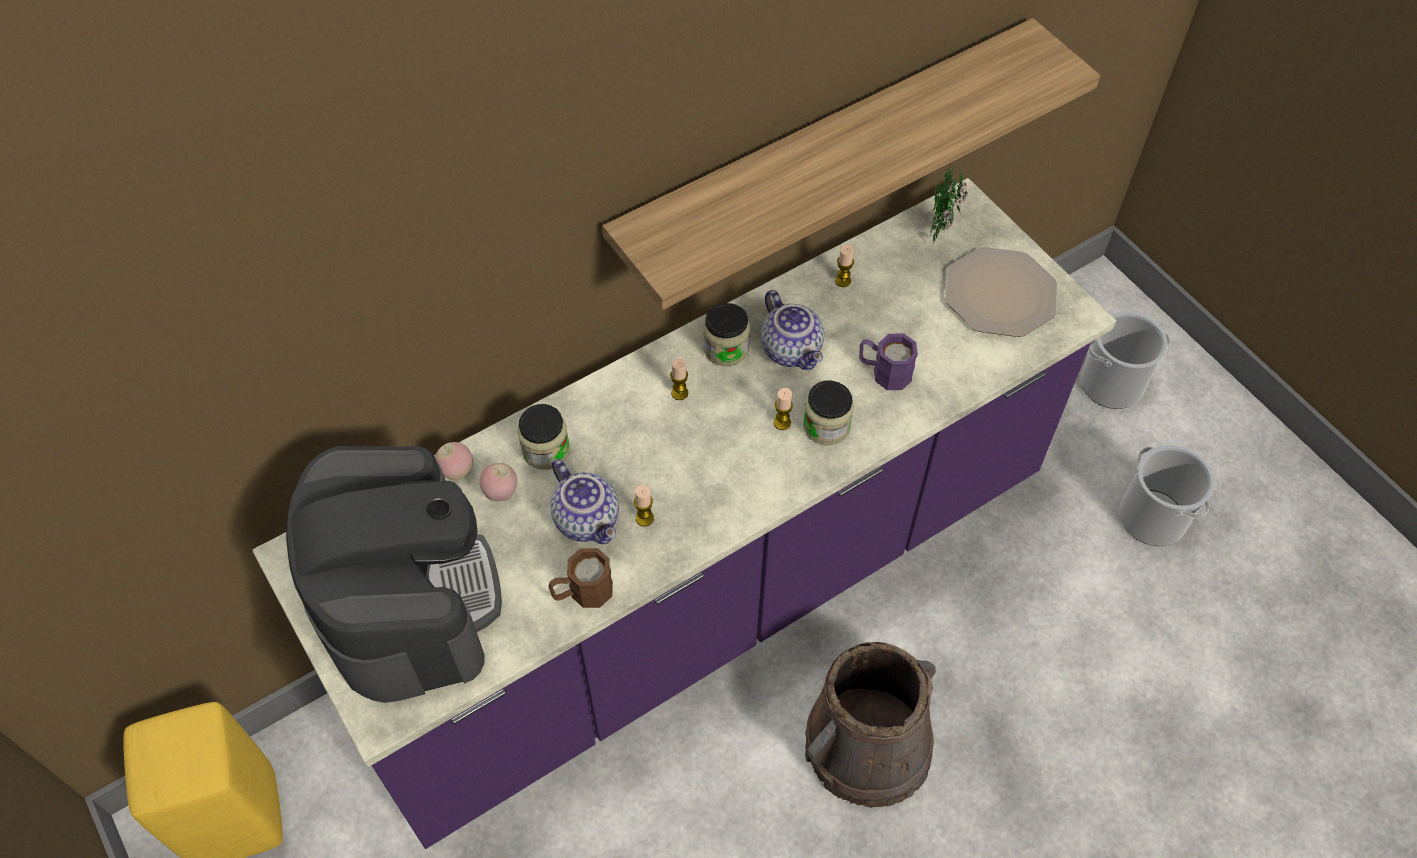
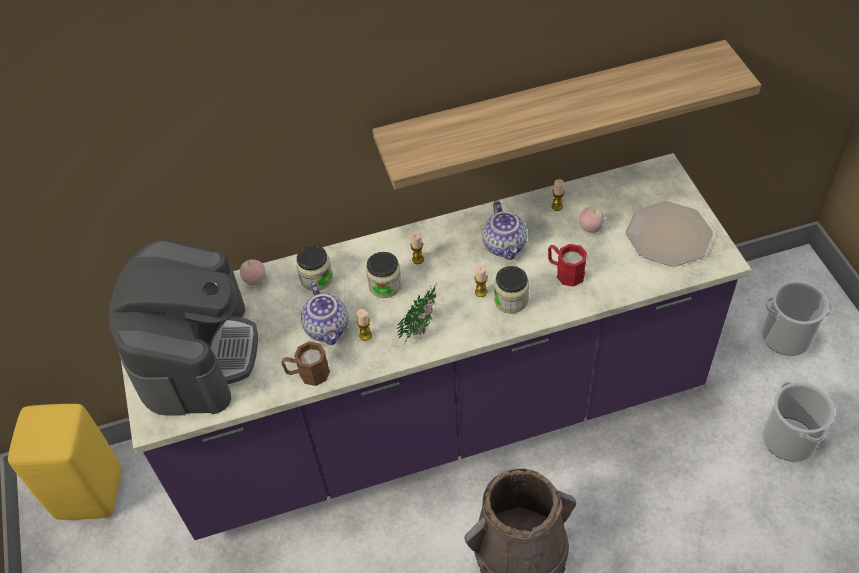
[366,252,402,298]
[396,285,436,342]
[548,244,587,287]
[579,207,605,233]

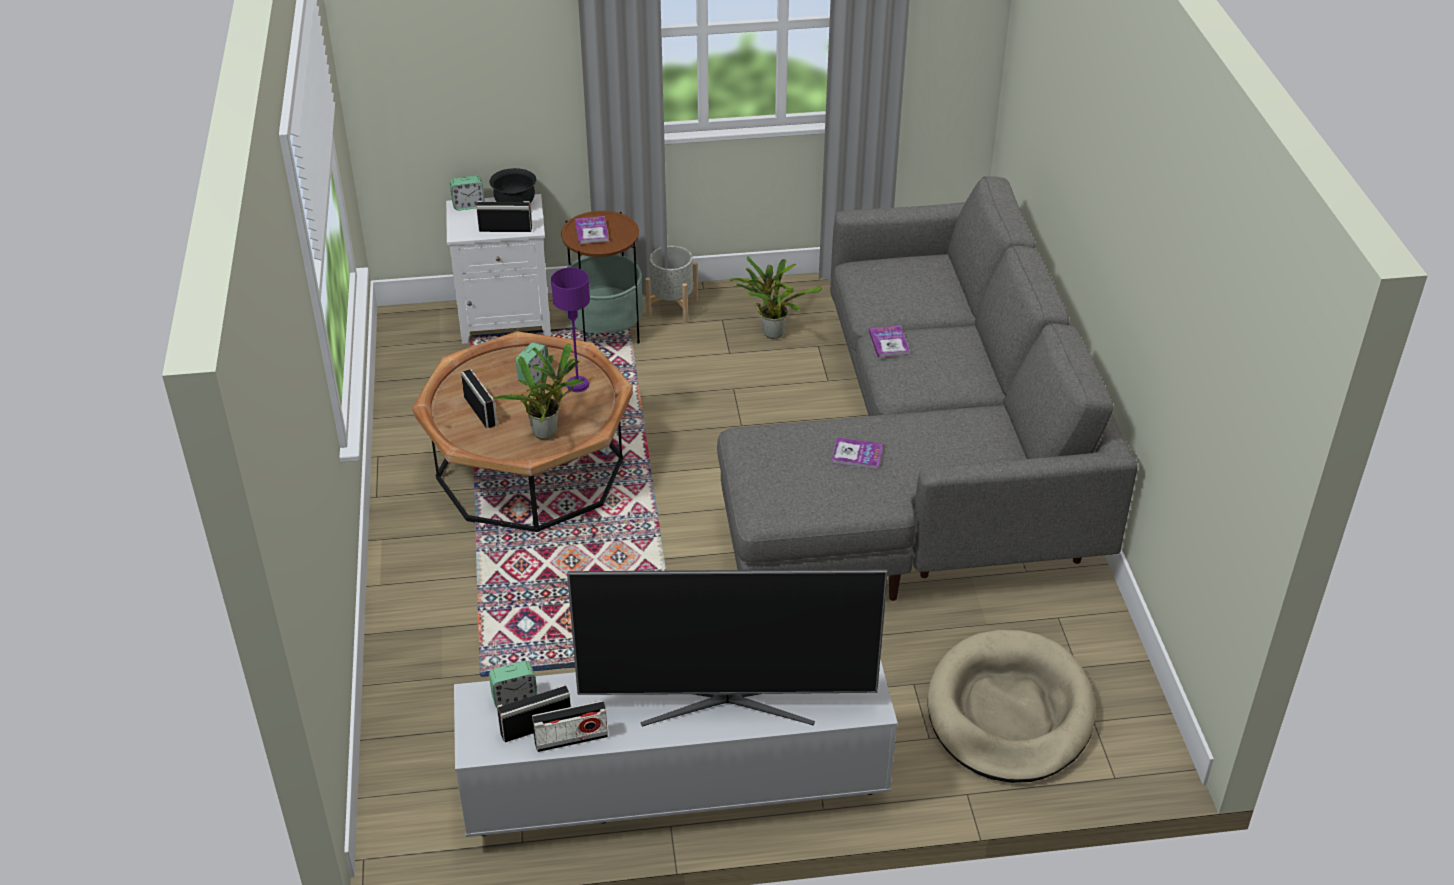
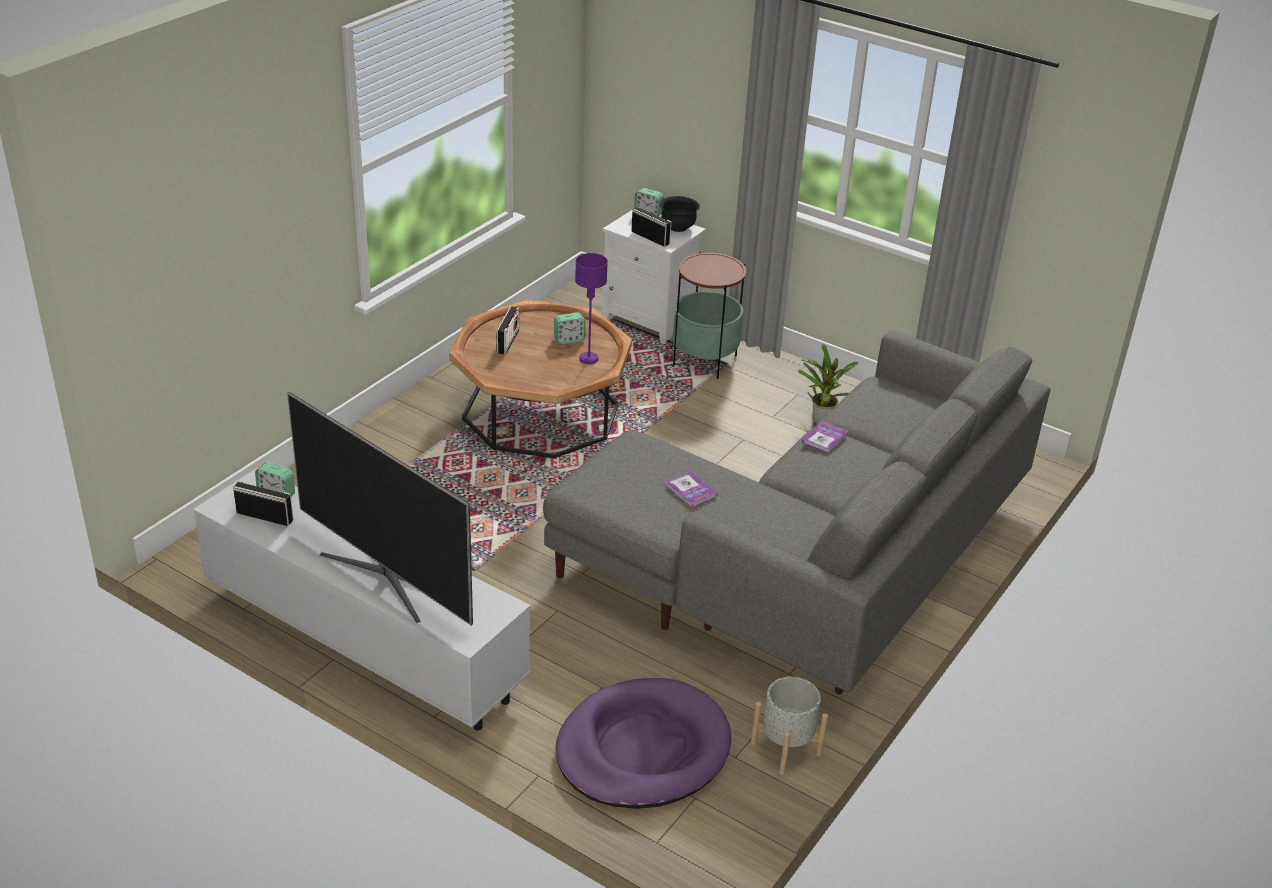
[555,678,731,809]
[751,677,828,775]
[493,344,584,440] (first image)
[532,700,608,752] (first image)
[575,216,609,244] (first image)

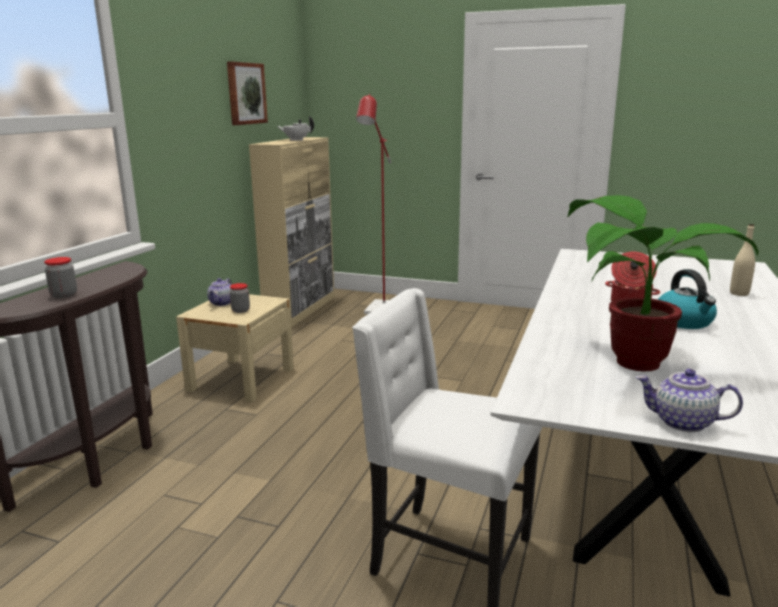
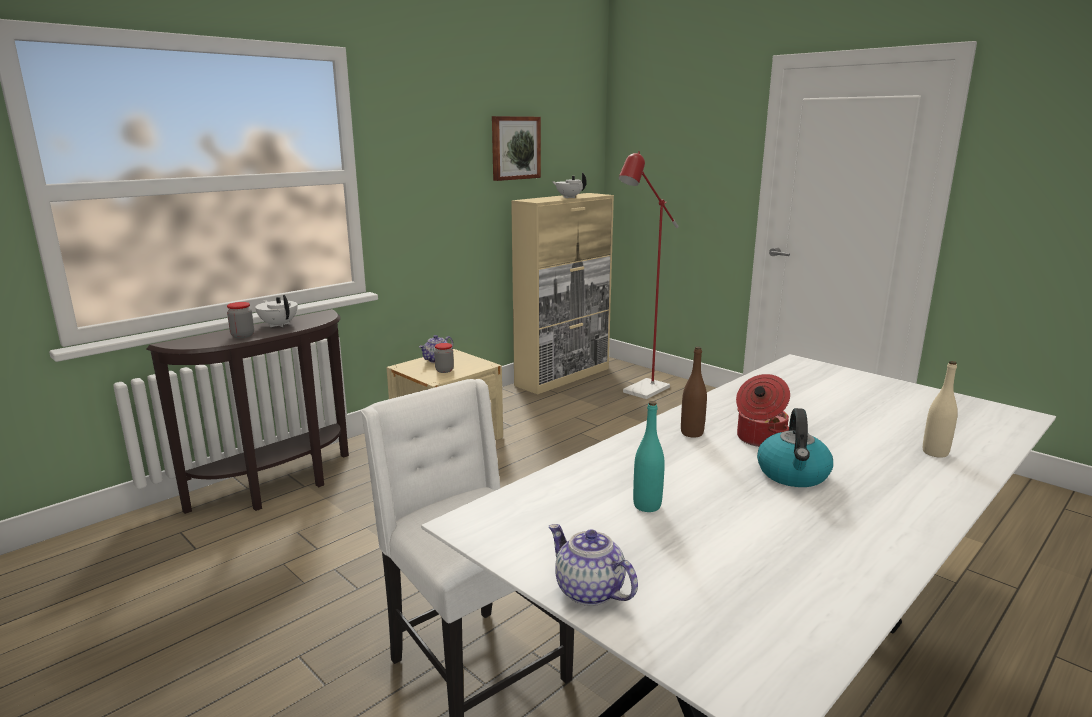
[255,295,298,327]
[633,401,665,512]
[681,346,707,438]

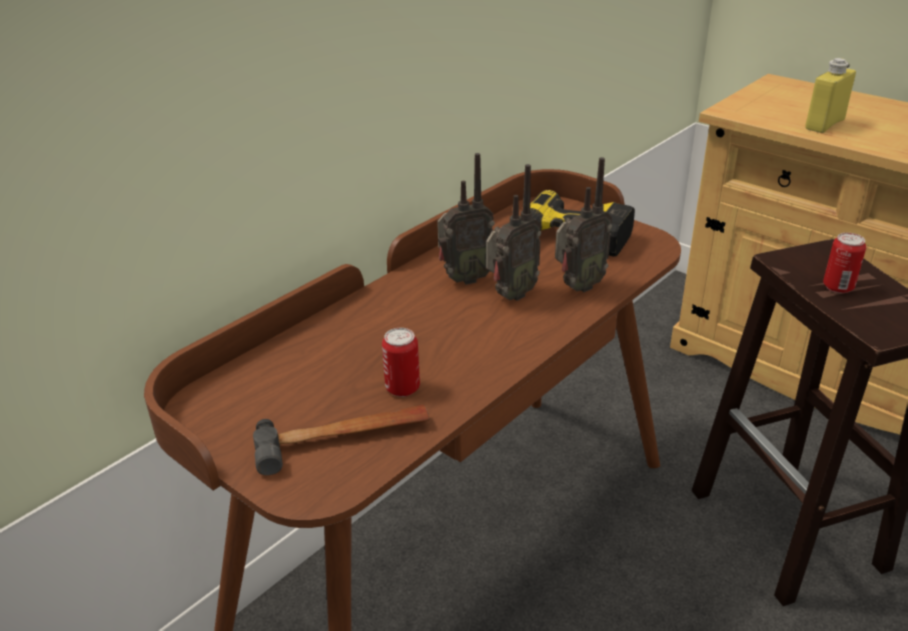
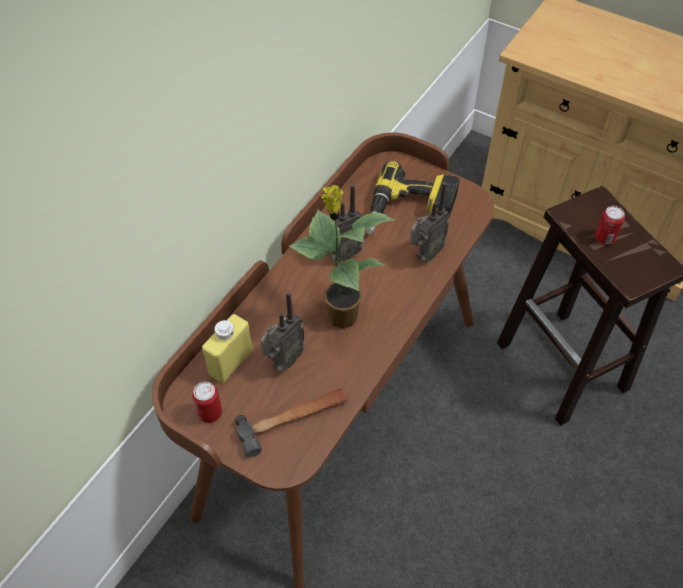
[192,382,222,423]
[202,314,253,384]
[261,291,305,372]
[289,185,395,329]

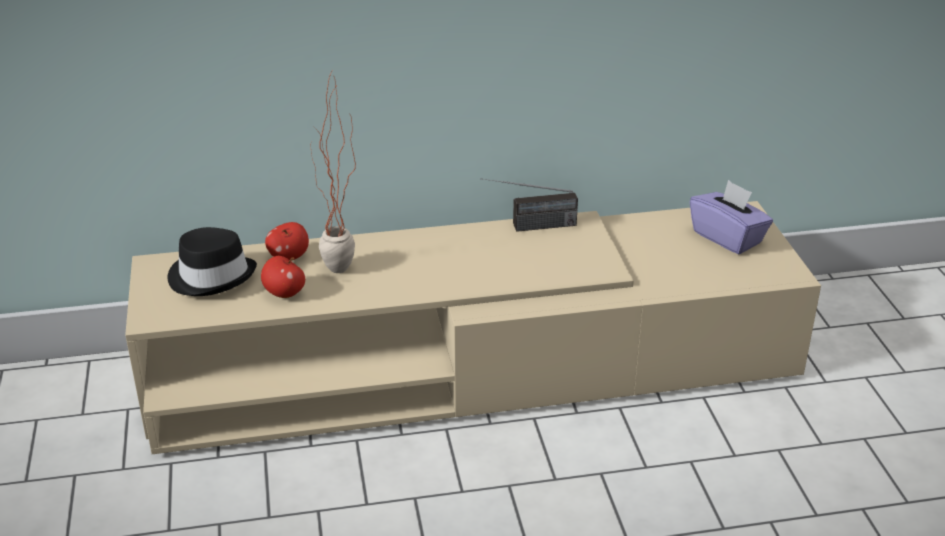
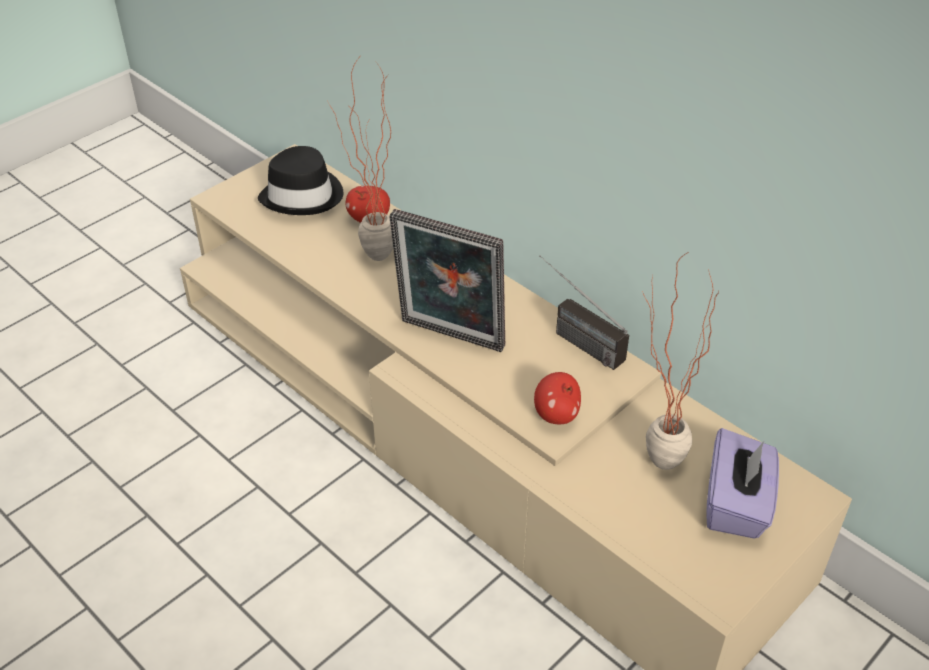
[389,209,505,352]
[534,372,581,424]
[642,252,719,470]

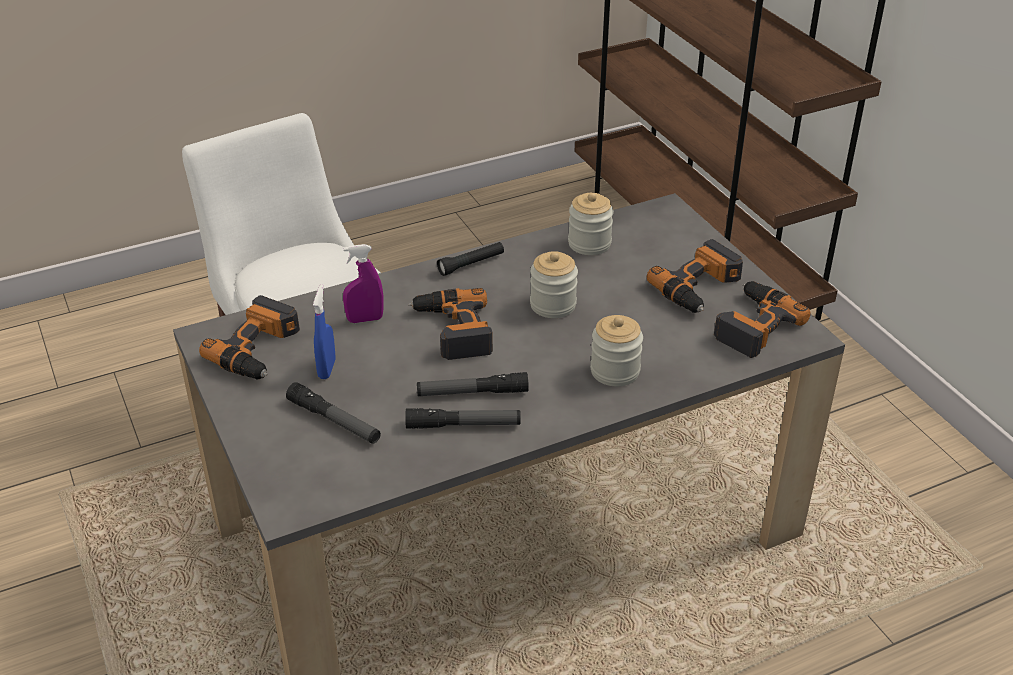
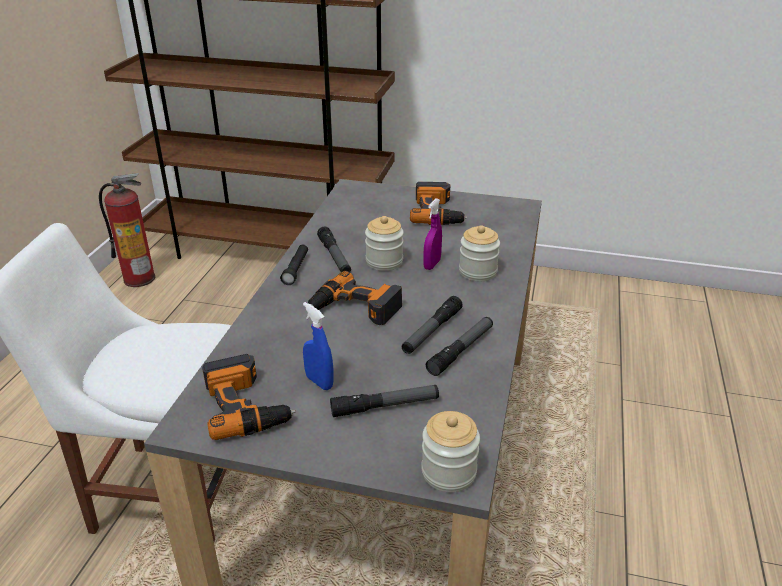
[99,173,155,287]
[317,227,351,272]
[421,411,480,492]
[423,198,442,270]
[714,281,811,358] (first image)

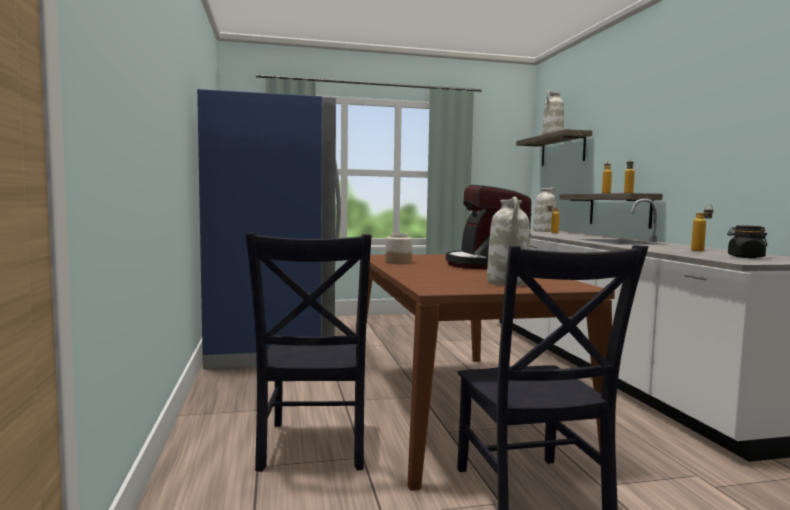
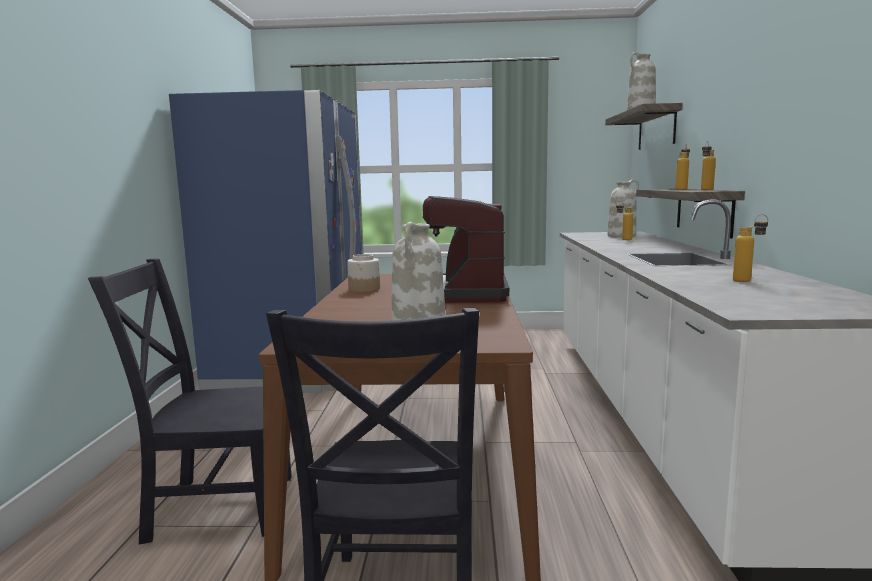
[88,259,292,544]
[727,225,767,258] (first image)

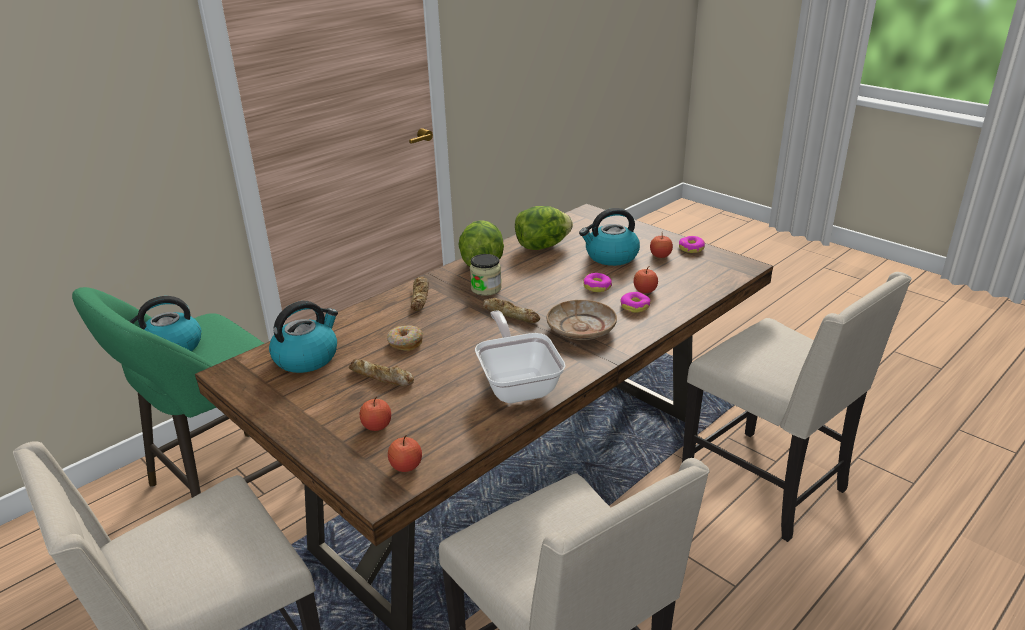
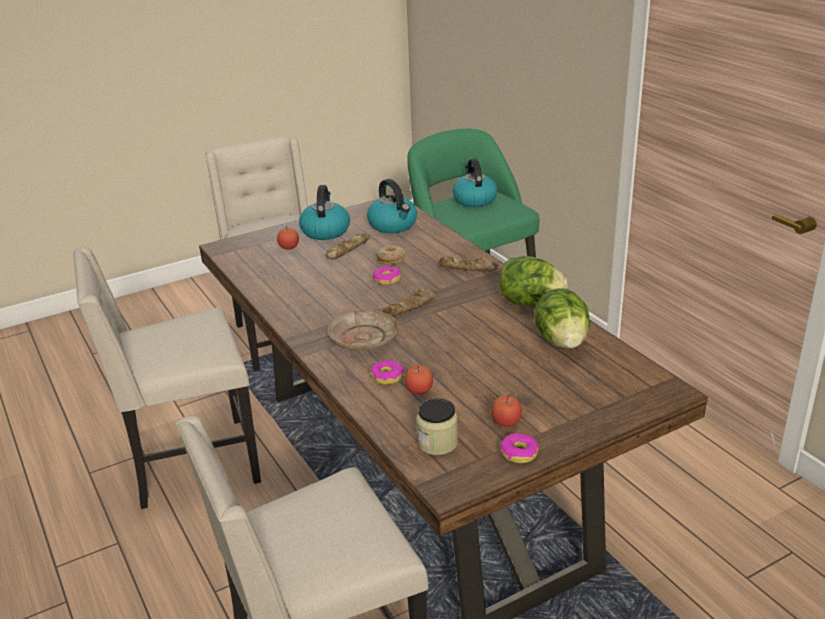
[299,185,350,240]
[373,266,401,285]
[417,398,458,455]
[388,435,422,472] (first image)
[475,310,565,403] (first image)

